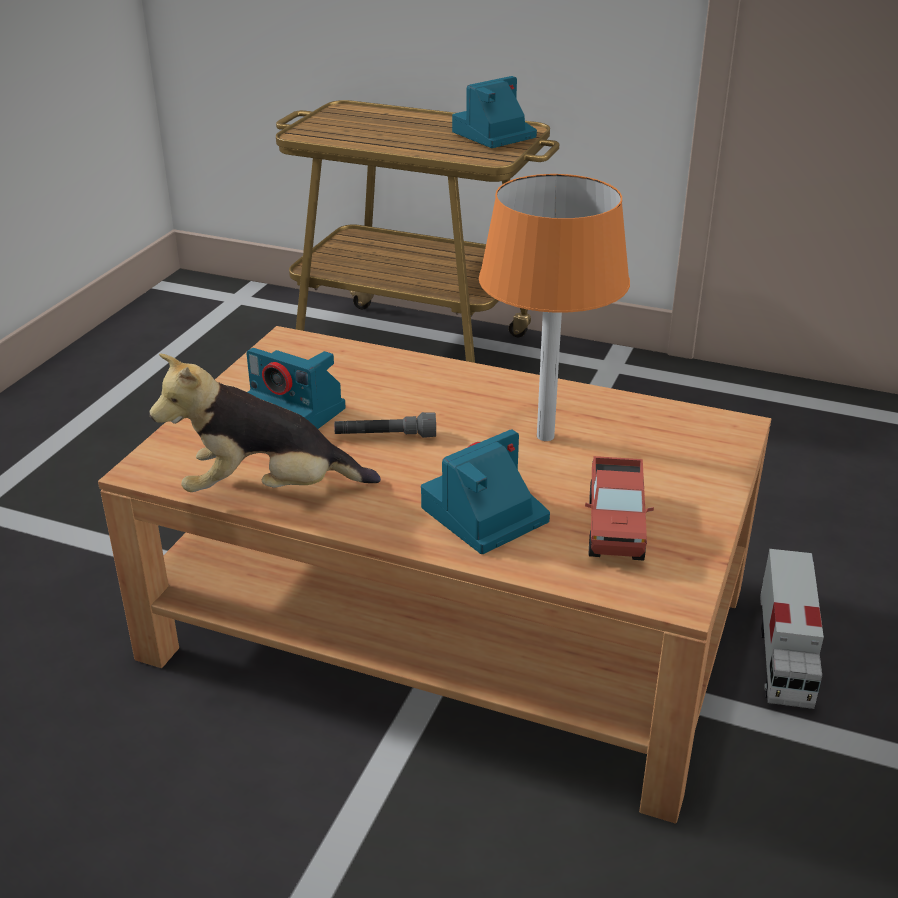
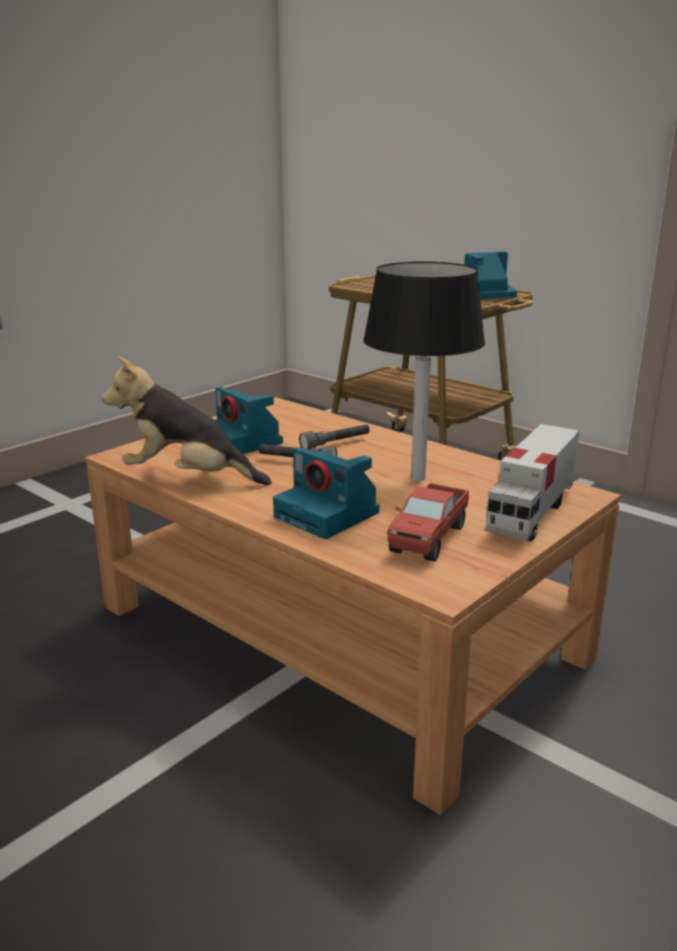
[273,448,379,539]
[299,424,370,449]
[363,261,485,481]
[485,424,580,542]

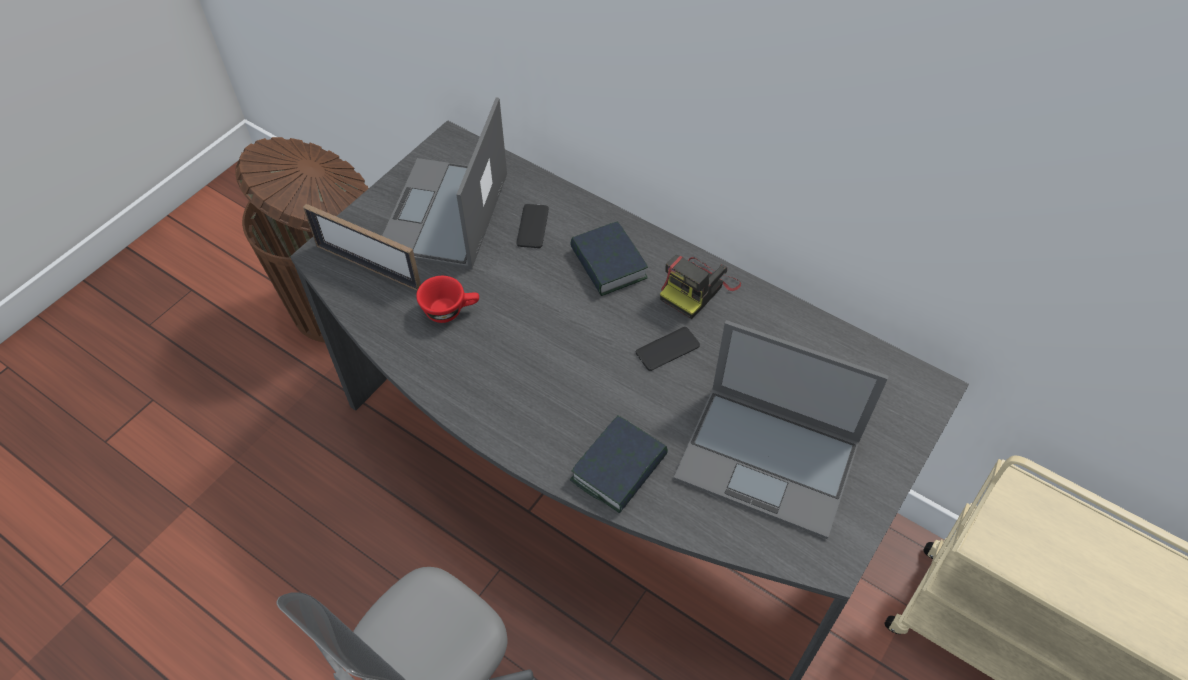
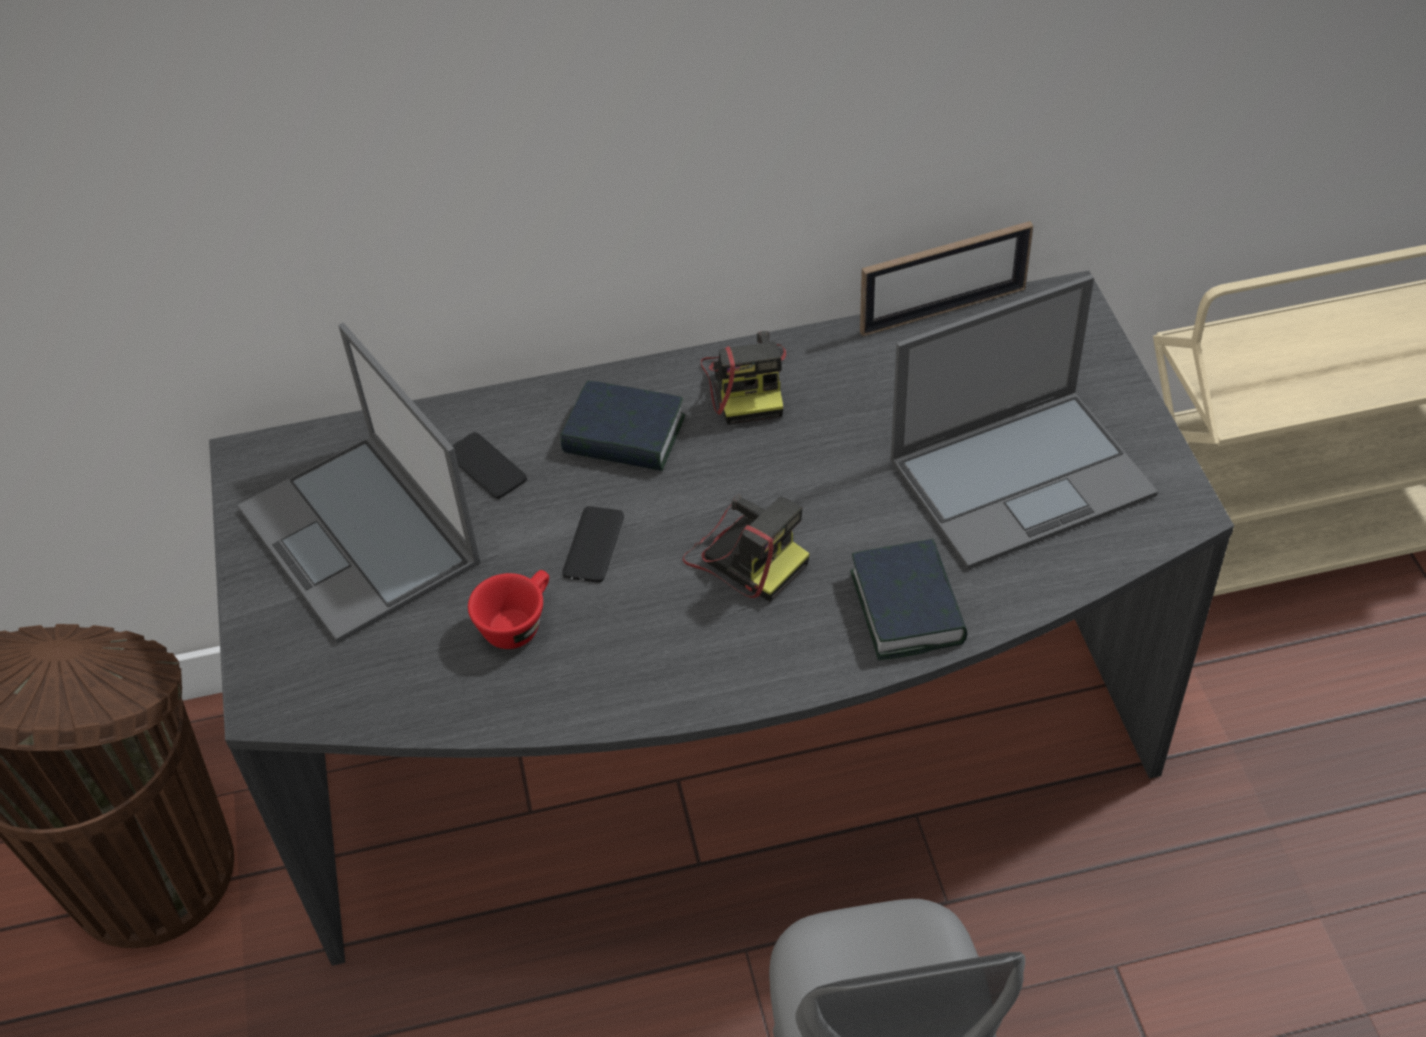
[562,506,624,583]
[683,494,810,602]
[860,221,1033,336]

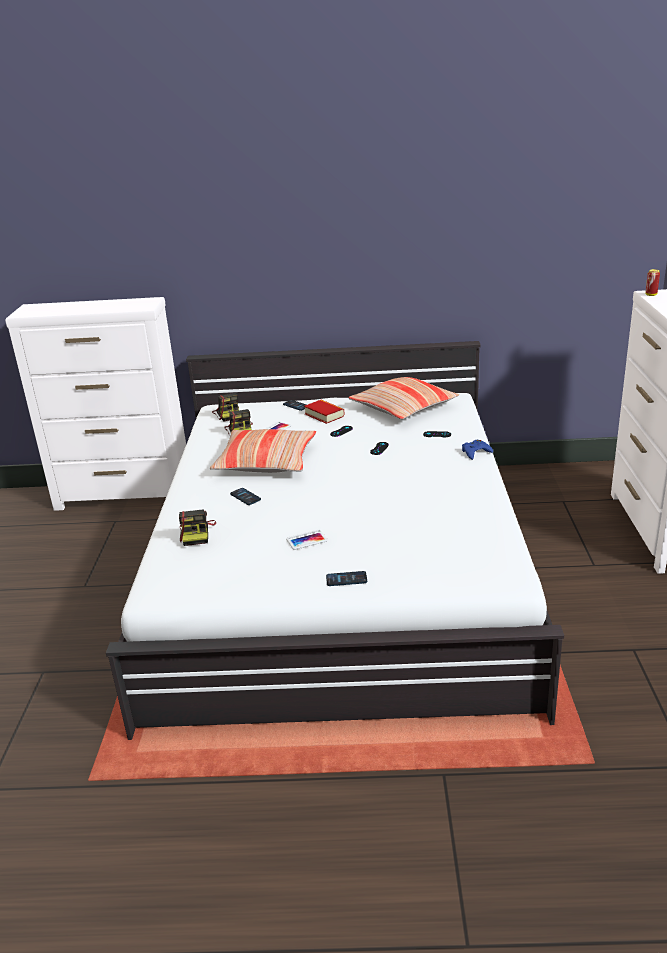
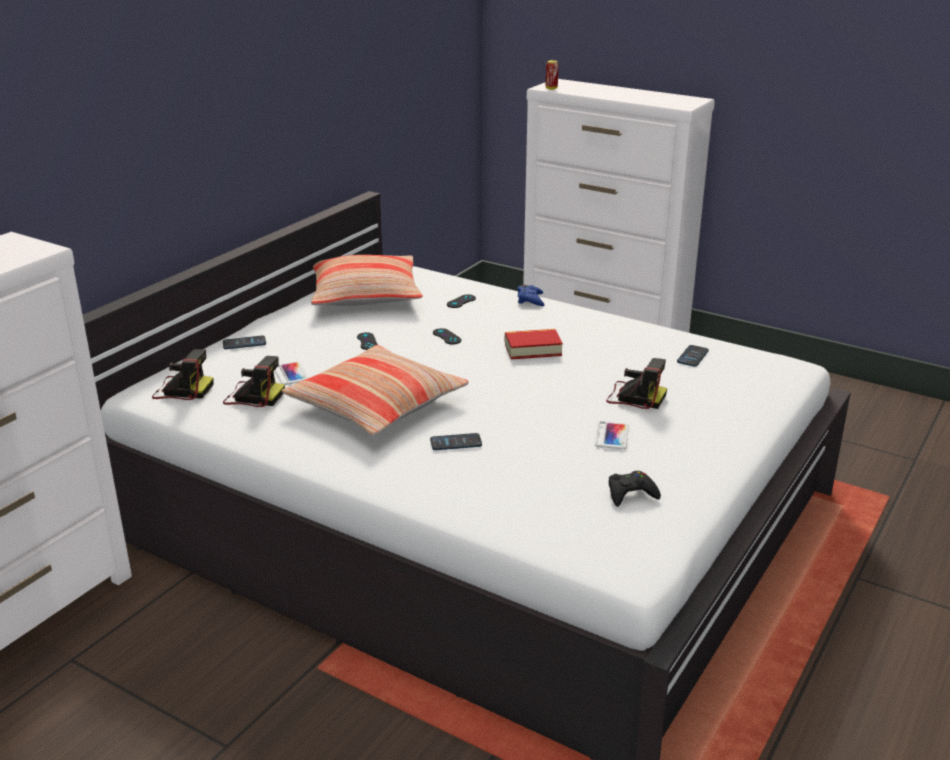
[505,329,563,359]
[606,358,667,409]
[609,471,661,507]
[677,345,709,367]

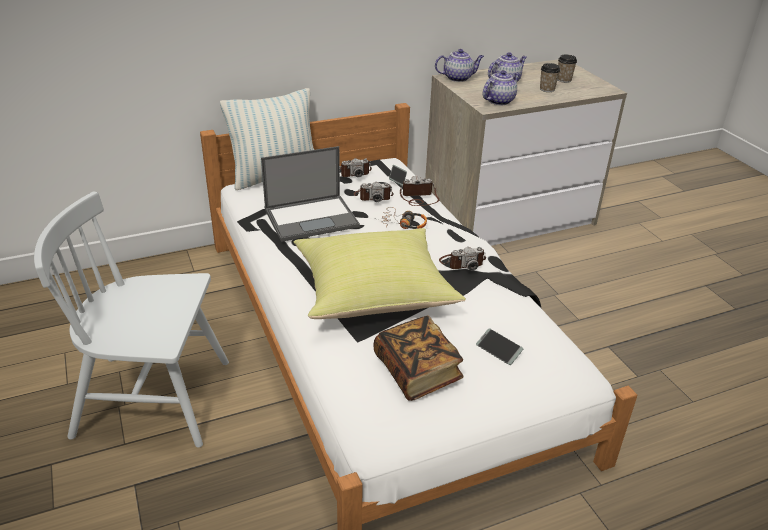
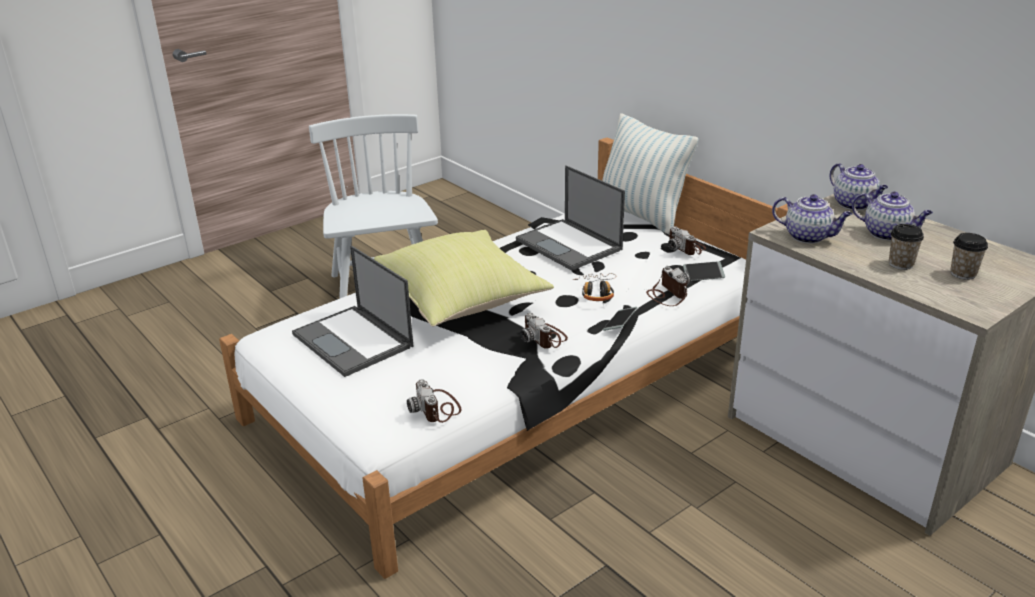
[292,245,413,377]
[407,379,462,423]
[603,307,637,331]

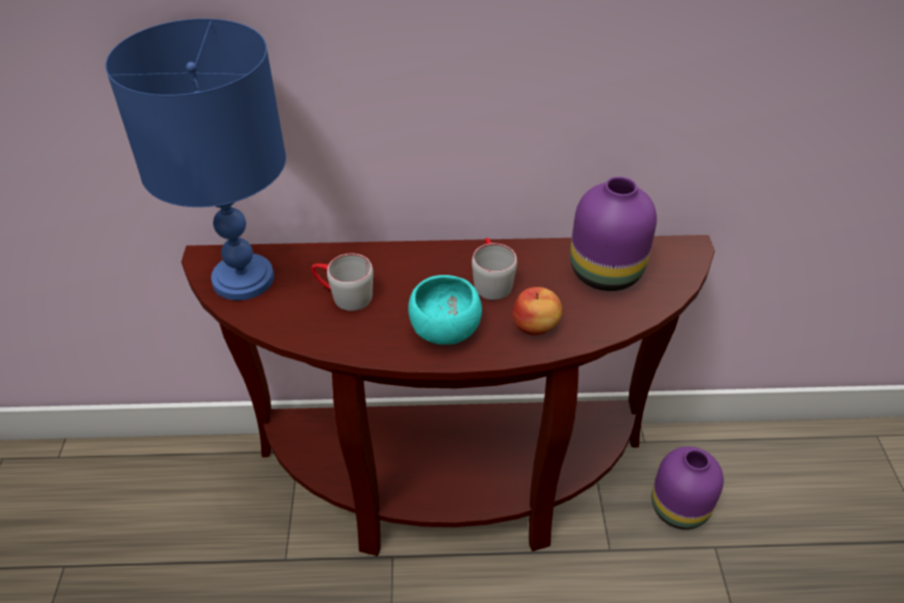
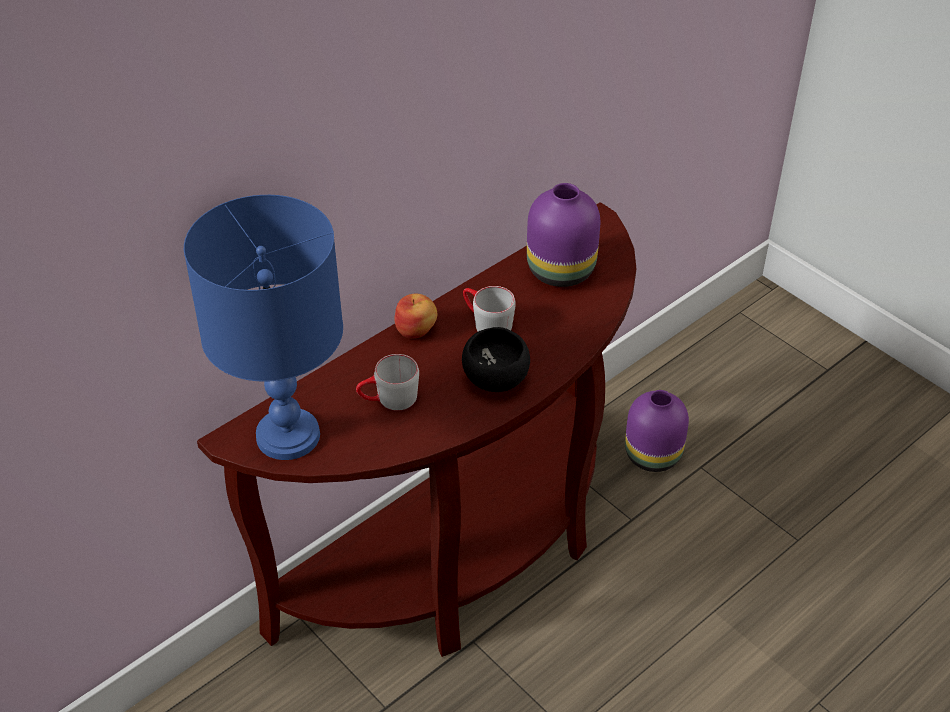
[395,294,437,338]
[462,327,530,392]

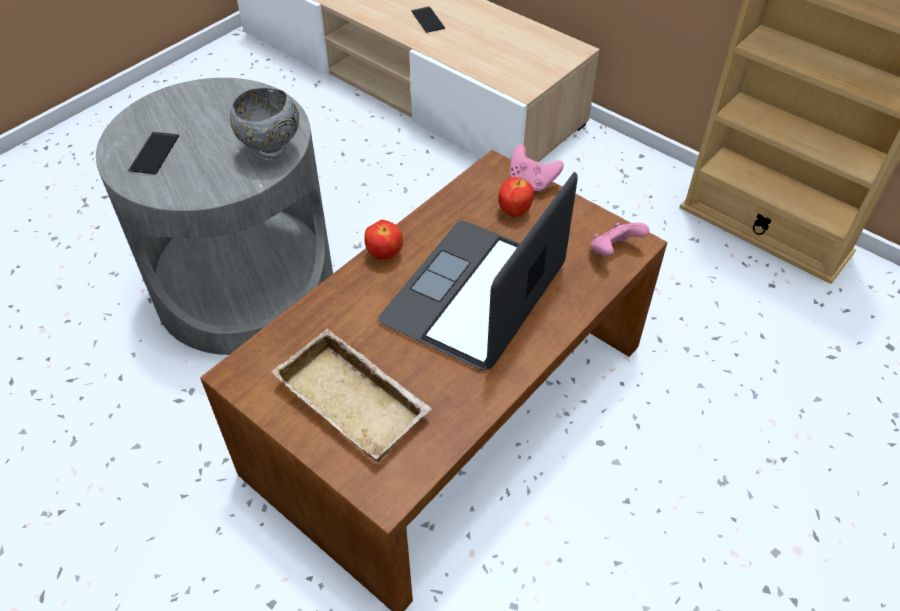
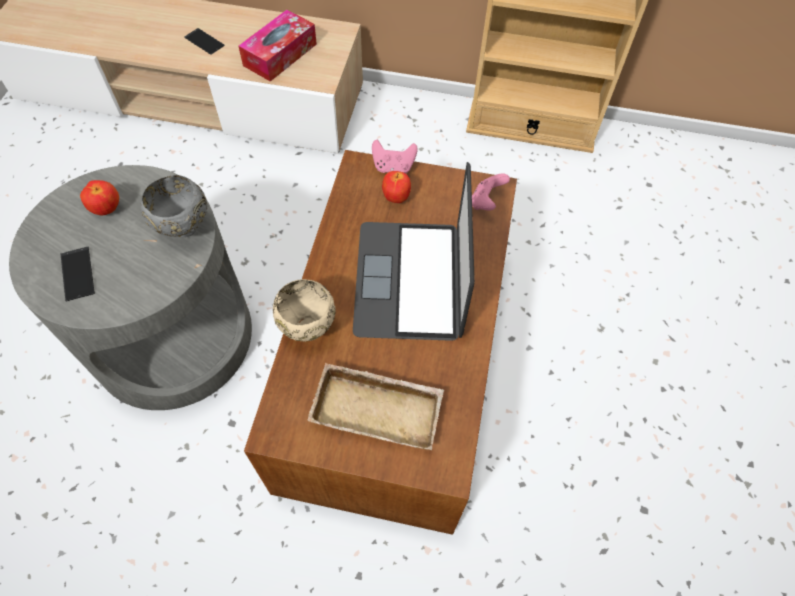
[80,180,119,216]
[238,10,317,82]
[273,279,335,342]

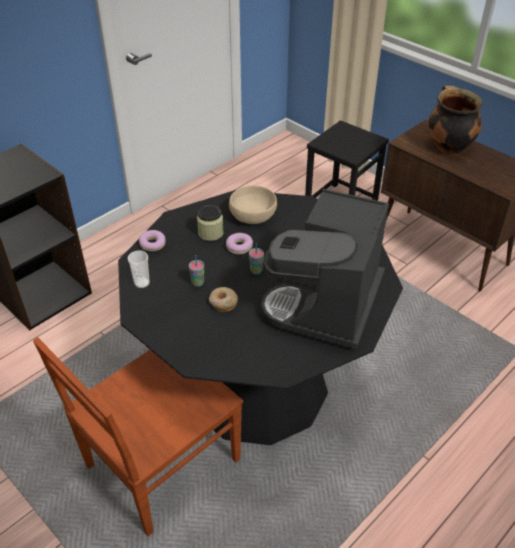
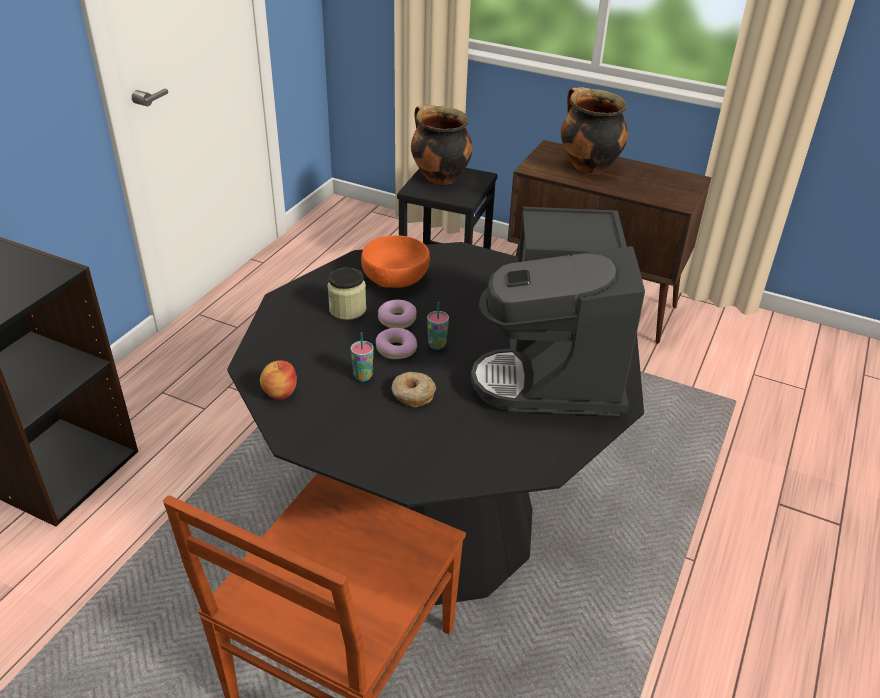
[260,360,297,400]
[361,235,430,288]
[376,328,417,359]
[411,105,473,185]

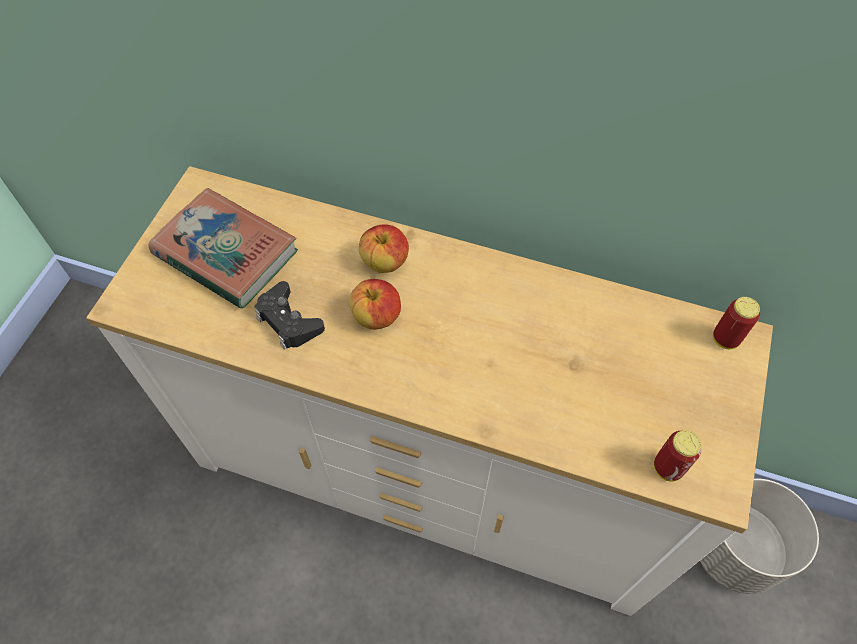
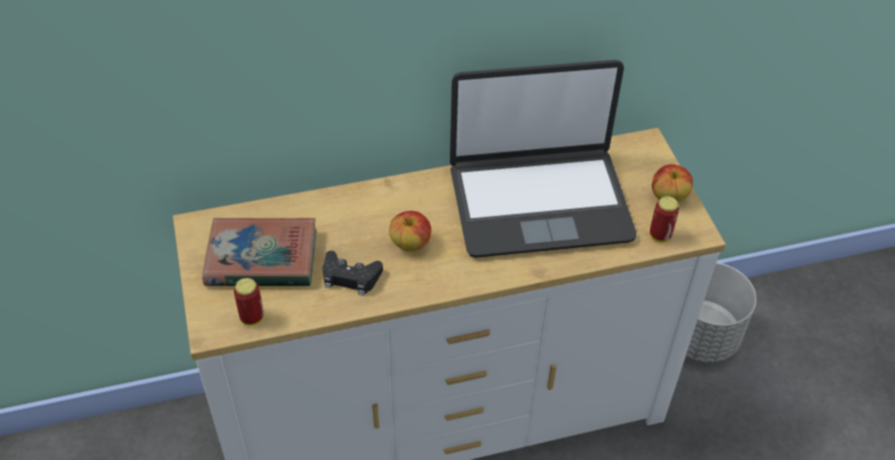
[234,278,264,326]
[450,60,637,258]
[652,164,693,202]

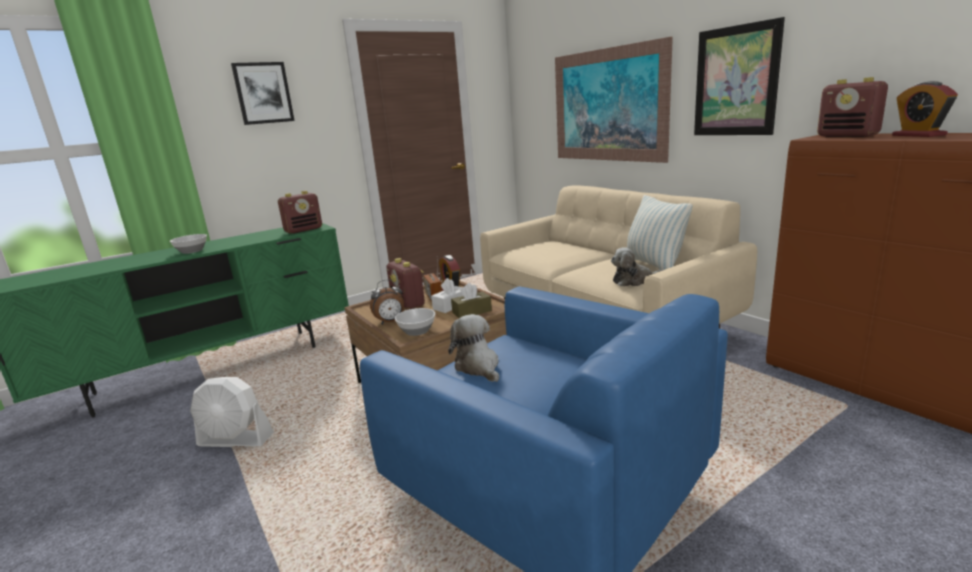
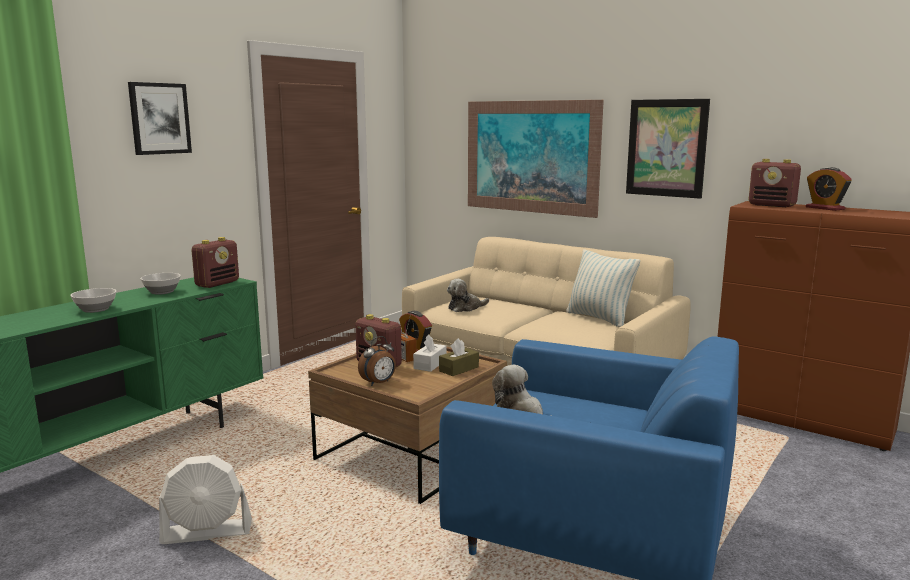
[140,273,181,295]
[447,279,489,312]

